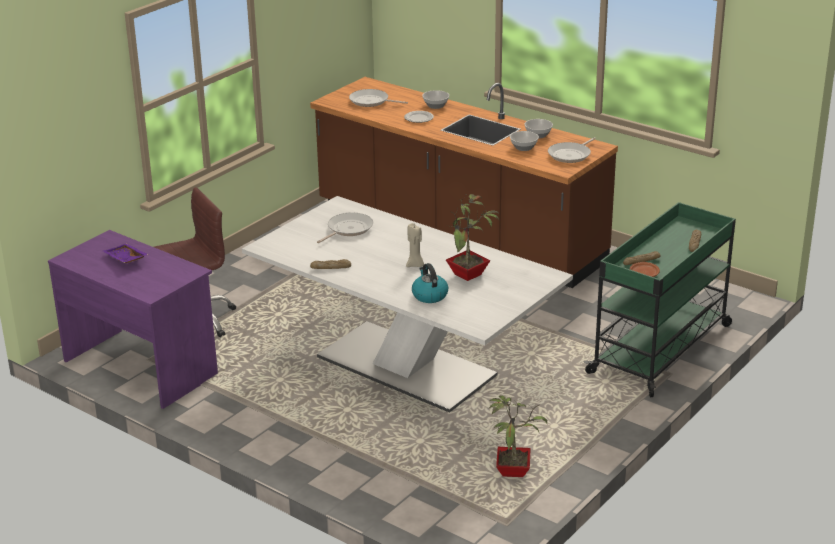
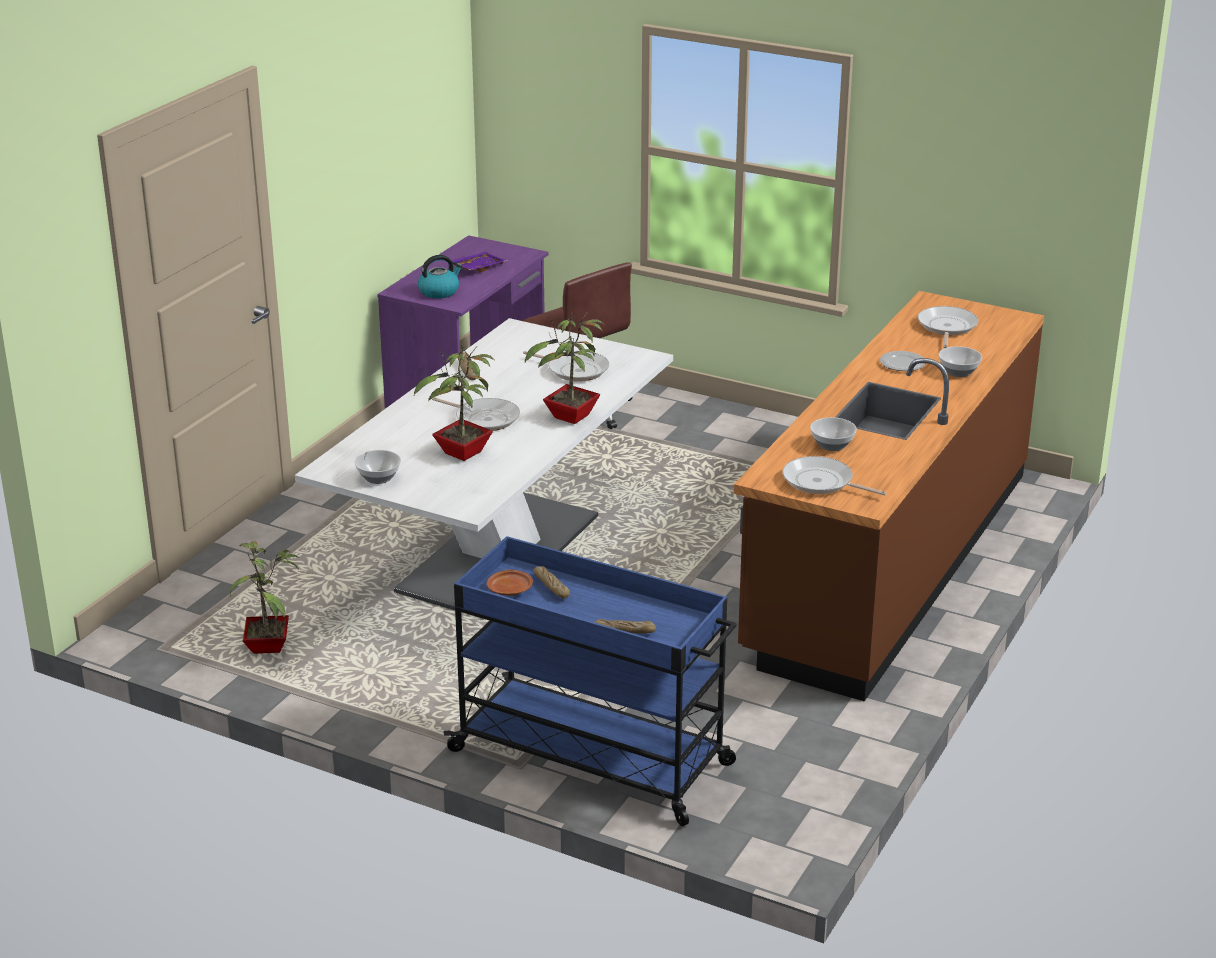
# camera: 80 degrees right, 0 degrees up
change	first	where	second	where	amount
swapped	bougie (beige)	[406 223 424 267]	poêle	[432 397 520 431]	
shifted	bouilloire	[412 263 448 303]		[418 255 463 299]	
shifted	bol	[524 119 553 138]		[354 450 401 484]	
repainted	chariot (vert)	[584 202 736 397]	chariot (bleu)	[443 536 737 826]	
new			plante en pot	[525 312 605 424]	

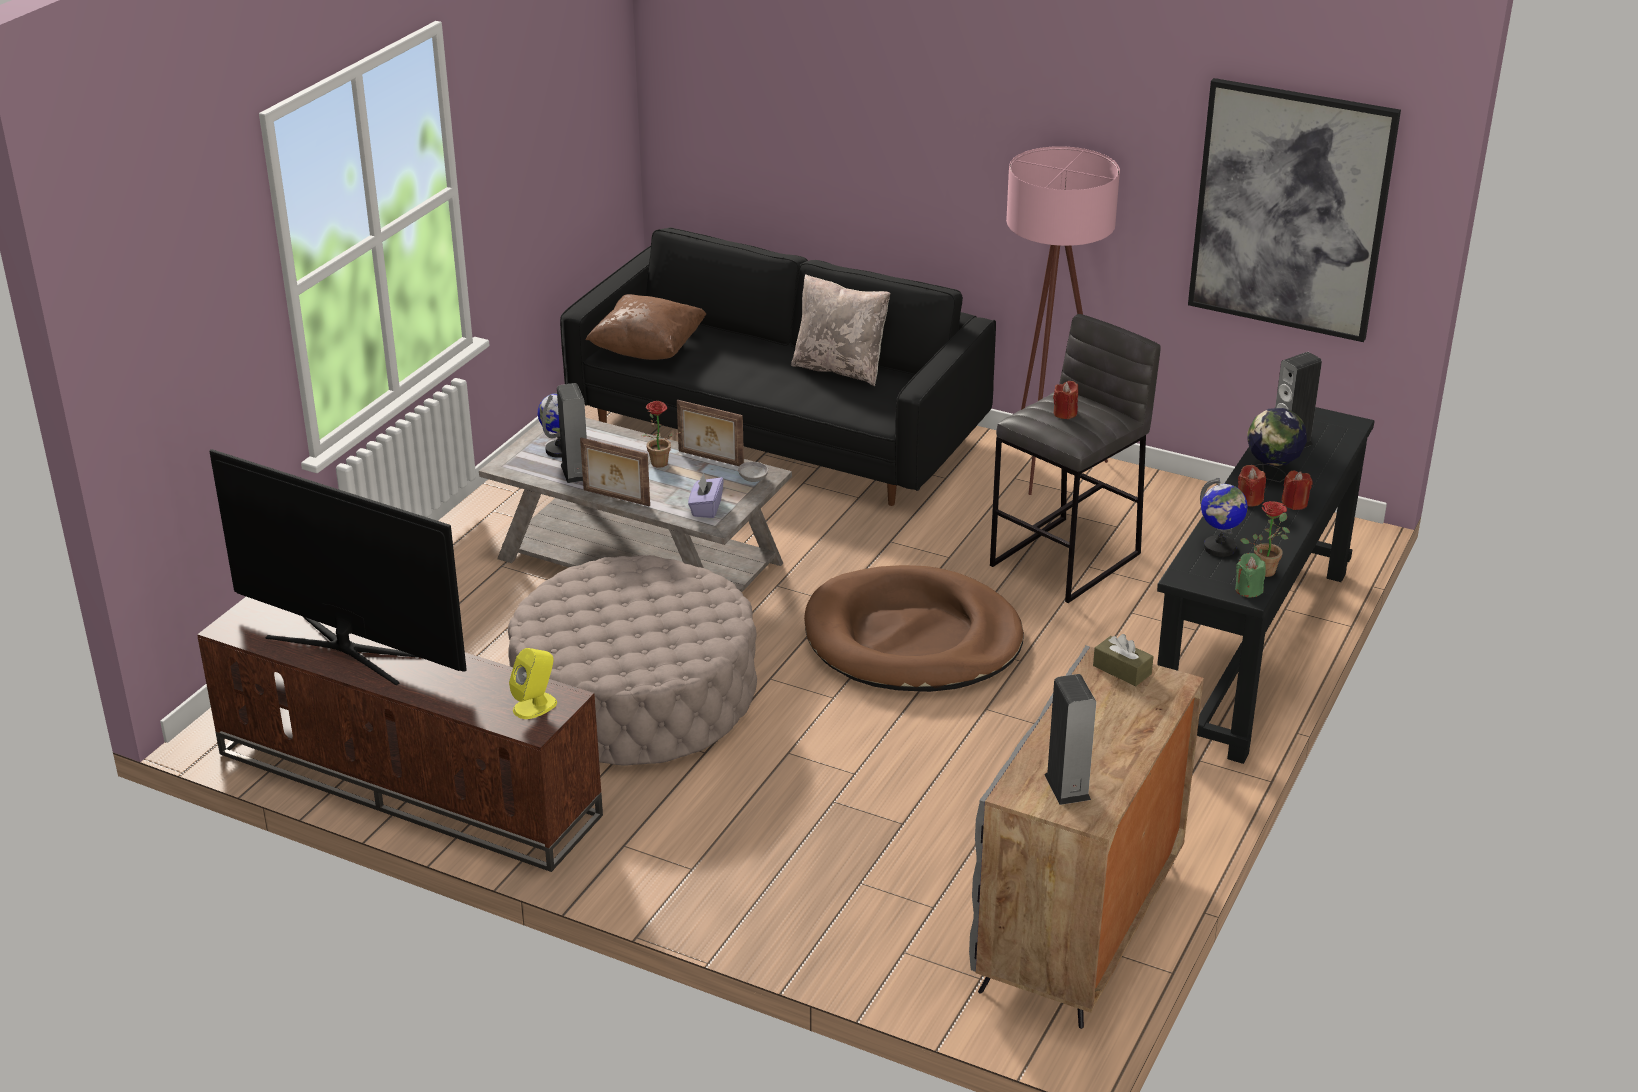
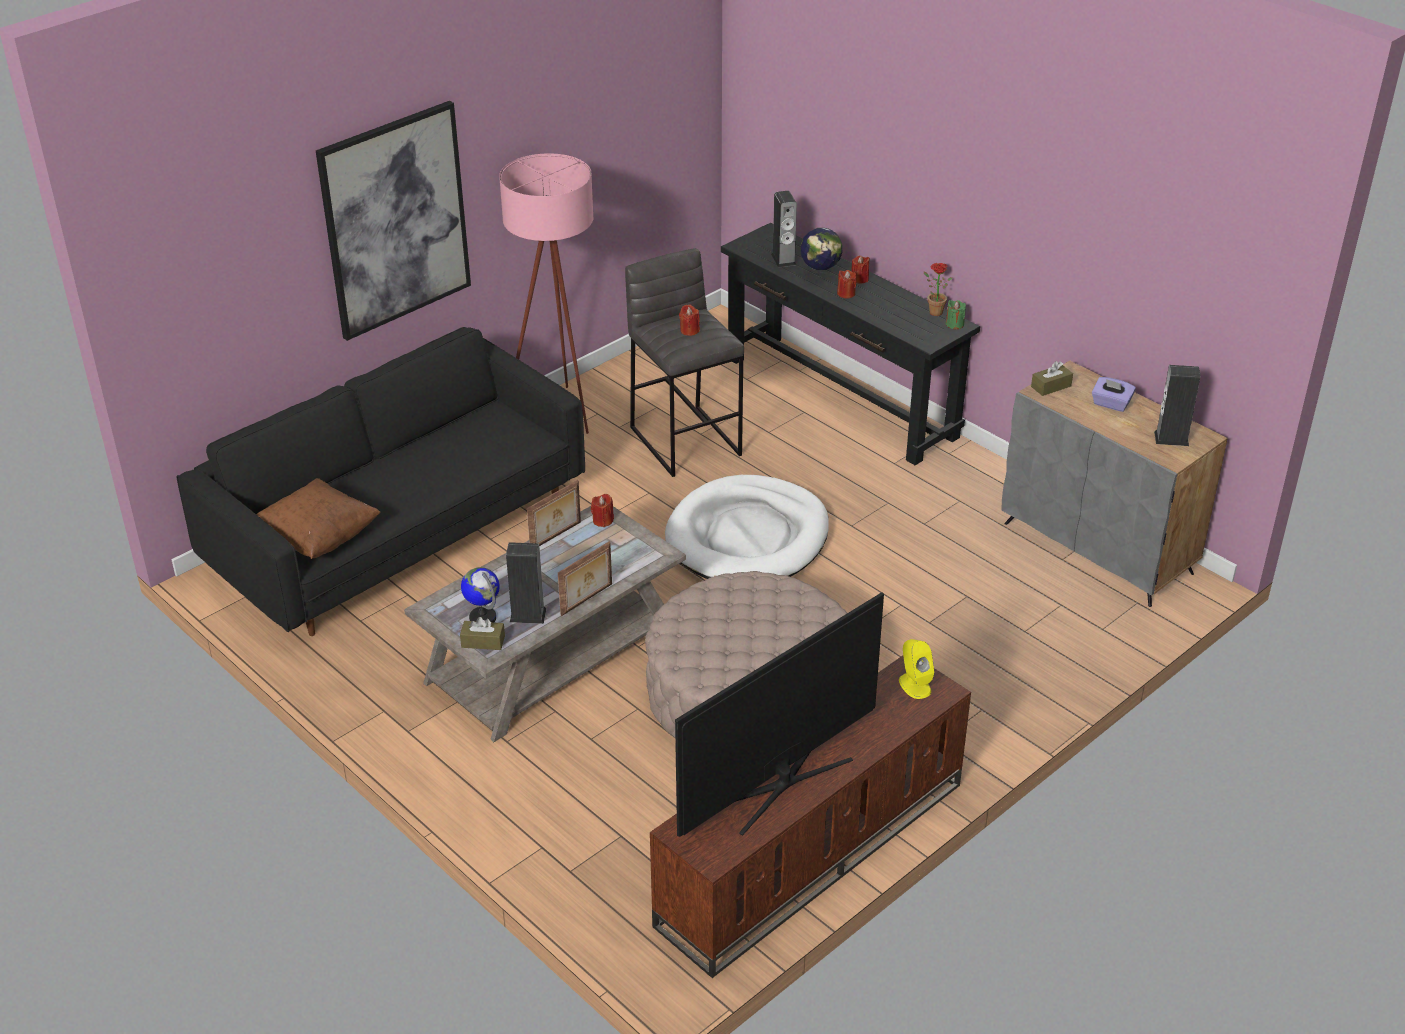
# camera: 70 degrees left, 5 degrees up
change	first	where	second	where	amount
gone	plante en pot	[642 401 684 468]			
shifted	boîte à mouchoirs (violet)	[688 473 724 518]		[1092 377 1136 412]	
swapped	bol (gris)	[738 462 768 482]	bougie (rouge)	[591 494 614 527]	
gone	coussin (beige)	[791 274 890 386]			
repainted	panier pour chien (marron)	[804 565 1024 692]	panier pour chien (blanc)	[665 475 829 579]	
shifted	tableau	[1188 78 1401 342]		[316 101 471 341]	
gone	globe	[1200 478 1248 557]			
new			boîte à mouchoirs (marron)	[460 617 505 650]	

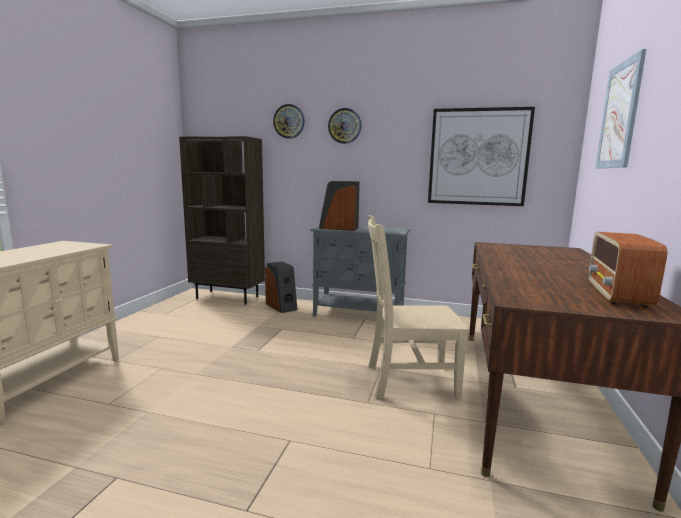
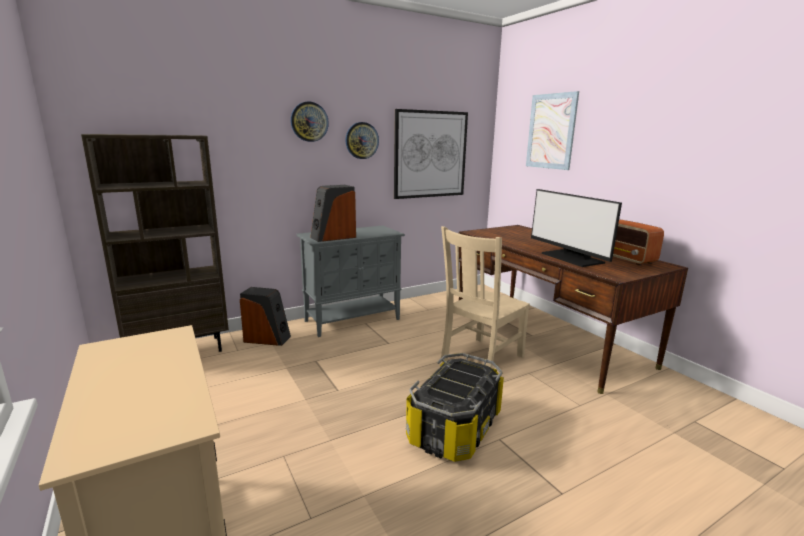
# camera: 45 degrees left, 5 degrees up
change	first	where	second	where	amount
shifted	horloge murale	[273 104 305 139]		[345 122 379 159]	
new			boîte de rangement	[406 353 504 462]	
new			écran d'ordinateur	[531 189 622 267]	

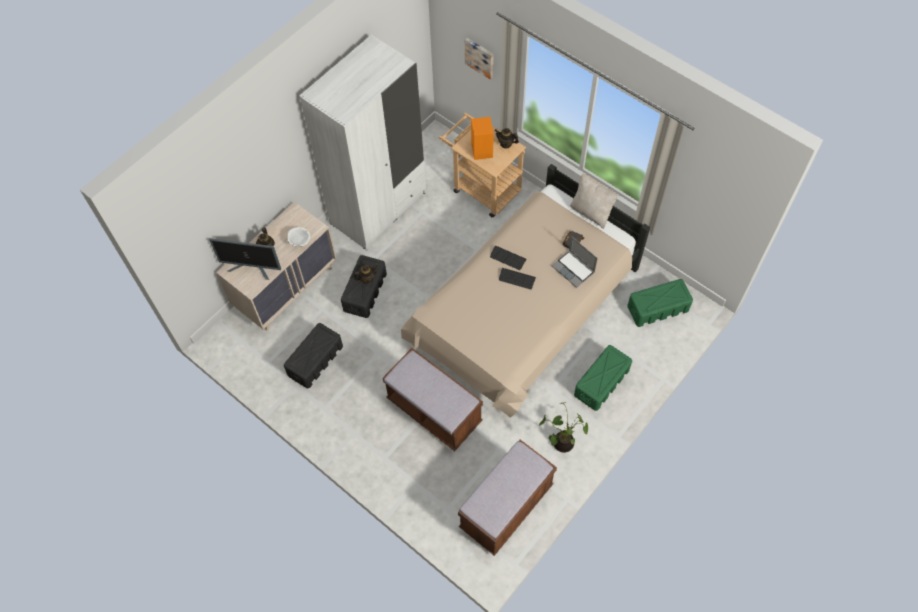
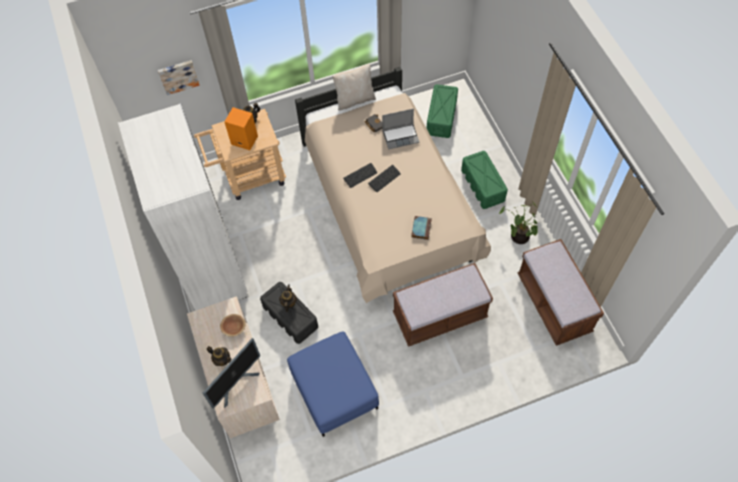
# camera: 60 degrees left, 0 degrees up
change	first	where	second	where	amount
swapped	boîte de rangement (noir)	[284 323 343 388]	pouf (bleu)	[287 331 379 437]	
repainted	bol (blanc)	[286 227 310 247]	bol (marron)	[220 314 246 337]	
new			livre	[411 216 432 240]	

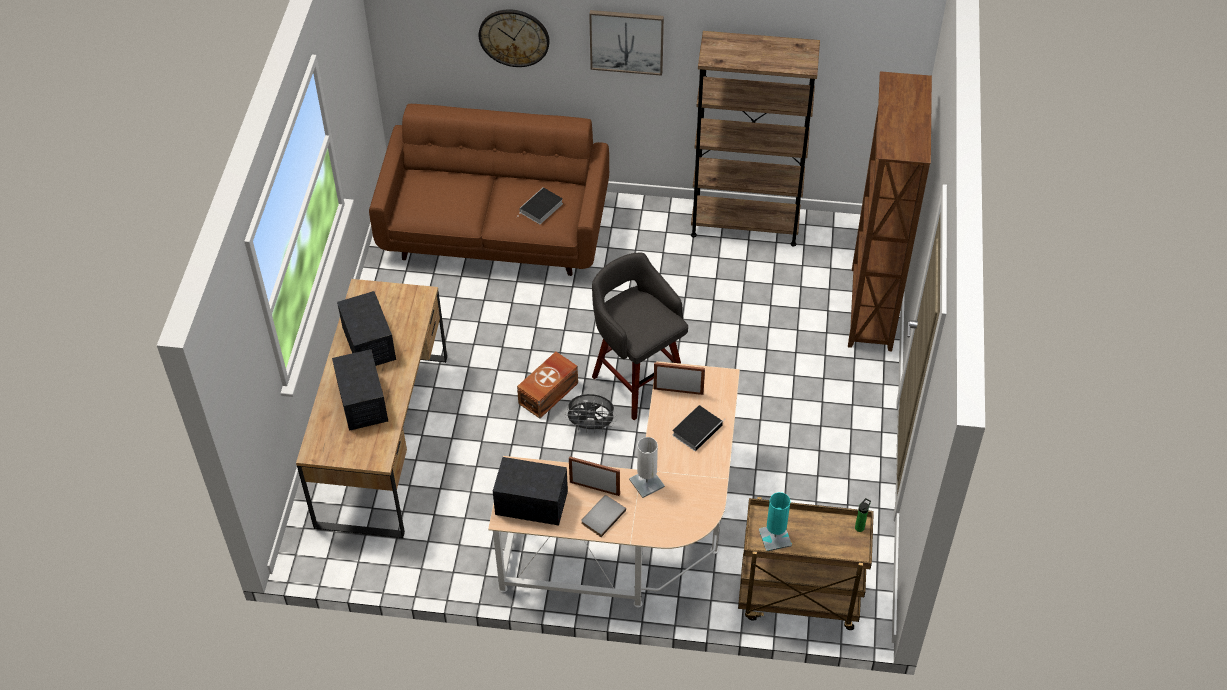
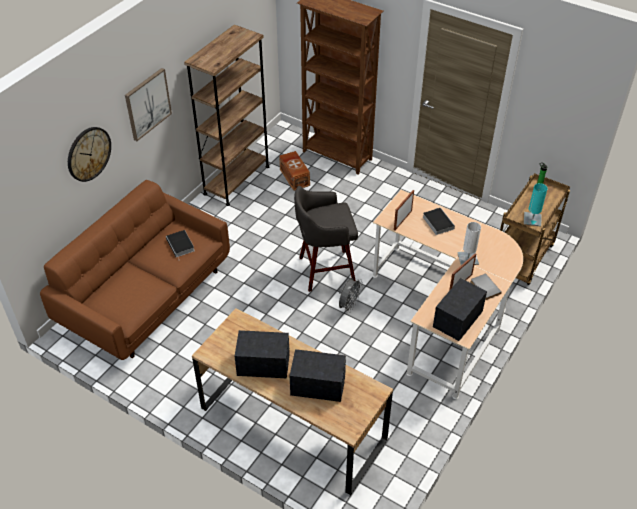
# camera: 65 degrees left, 5 degrees down
change	first	where	second	where	amount
shifted	boîte de rangement (marron)	[517 352 578 419]		[279 151 310 191]	

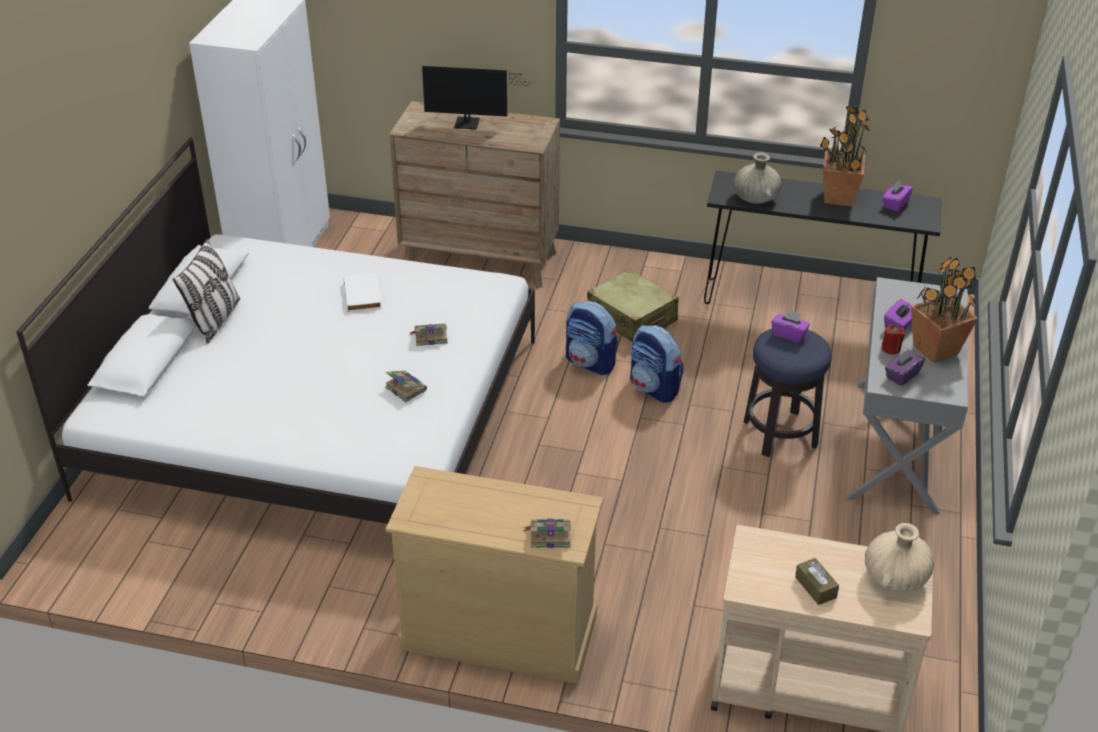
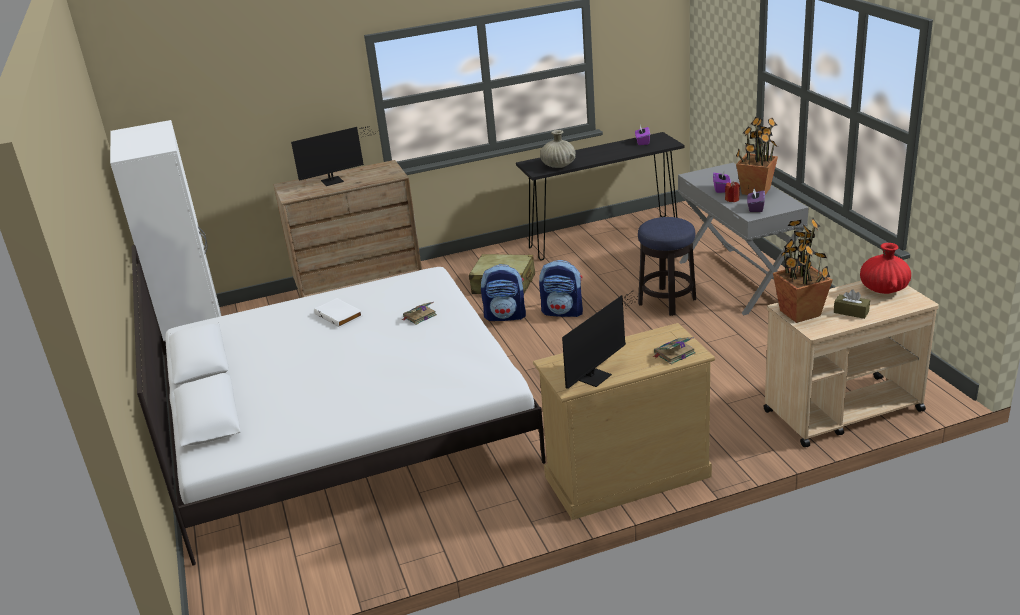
# camera: 30 degrees left, 10 degrees down
change	first	where	second	where	amount
gone	coussin	[173 238 240 344]			
gone	livre	[385 370 427 403]			
gone	boîte à mouchoirs (violet)	[771 310 810 343]			
shifted	plante en pot	[820 106 870 207]		[773 218 833 323]	
repainted	vase (beige)	[865 523 934 592]	vase (rouge)	[860 243 911 294]	
new			écran d'ordinateur	[562 291 637 389]	

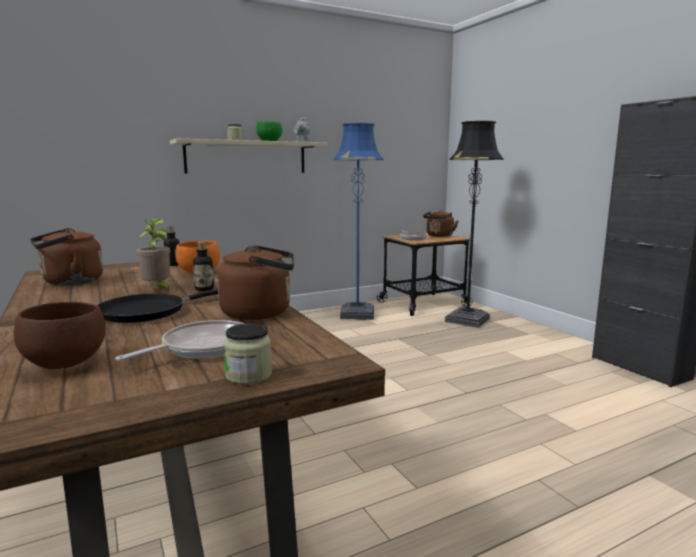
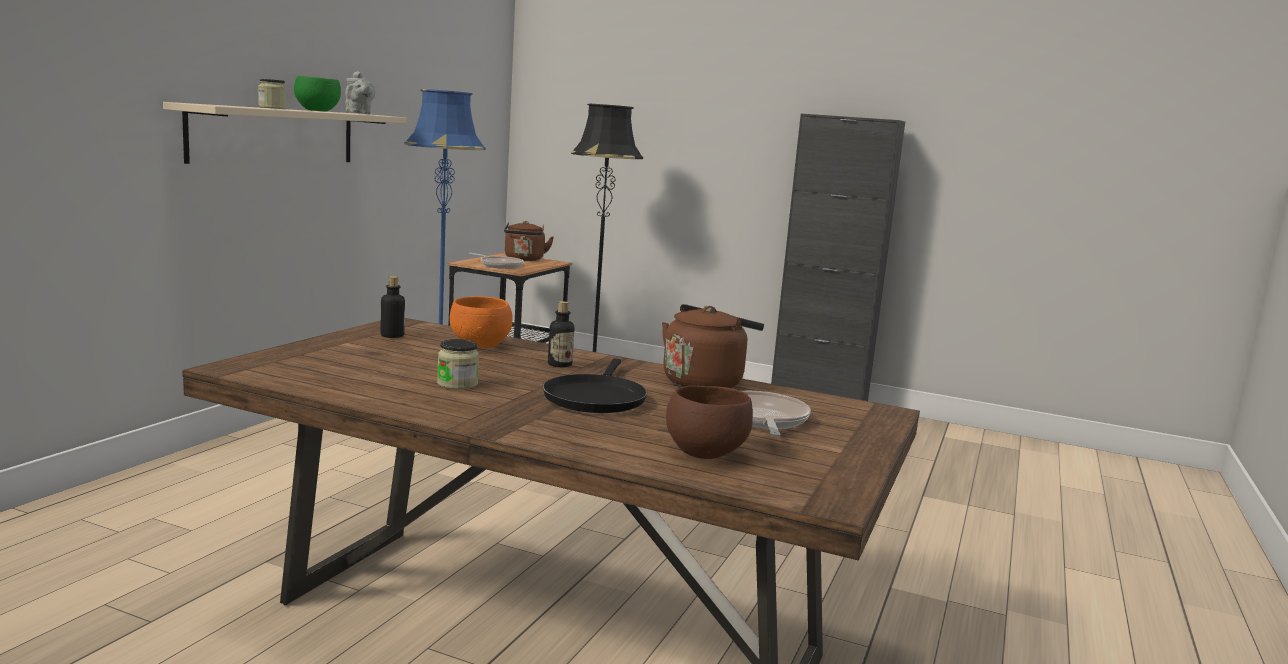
# camera: 40 degrees left, 0 degrees up
change	first	where	second	where	amount
gone	bouilloire (marron)	[30 228 103 285]			
gone	plante en pot	[137 218 170 291]			
shifted	bocal	[224 323 272 384]		[437 339 479 390]	

